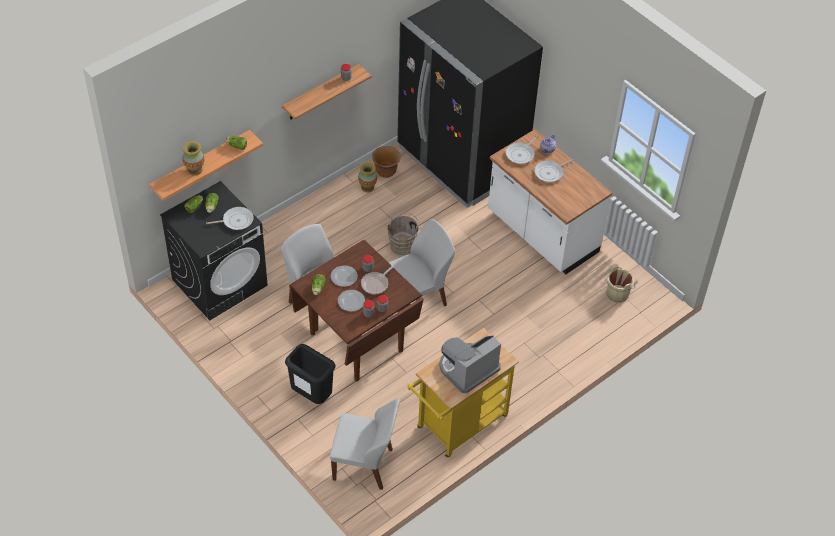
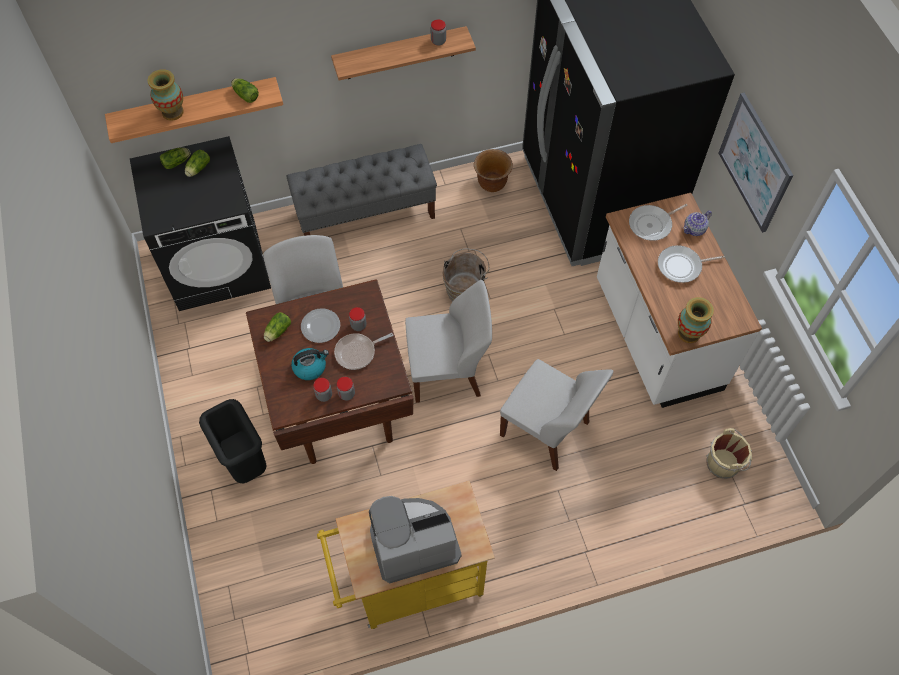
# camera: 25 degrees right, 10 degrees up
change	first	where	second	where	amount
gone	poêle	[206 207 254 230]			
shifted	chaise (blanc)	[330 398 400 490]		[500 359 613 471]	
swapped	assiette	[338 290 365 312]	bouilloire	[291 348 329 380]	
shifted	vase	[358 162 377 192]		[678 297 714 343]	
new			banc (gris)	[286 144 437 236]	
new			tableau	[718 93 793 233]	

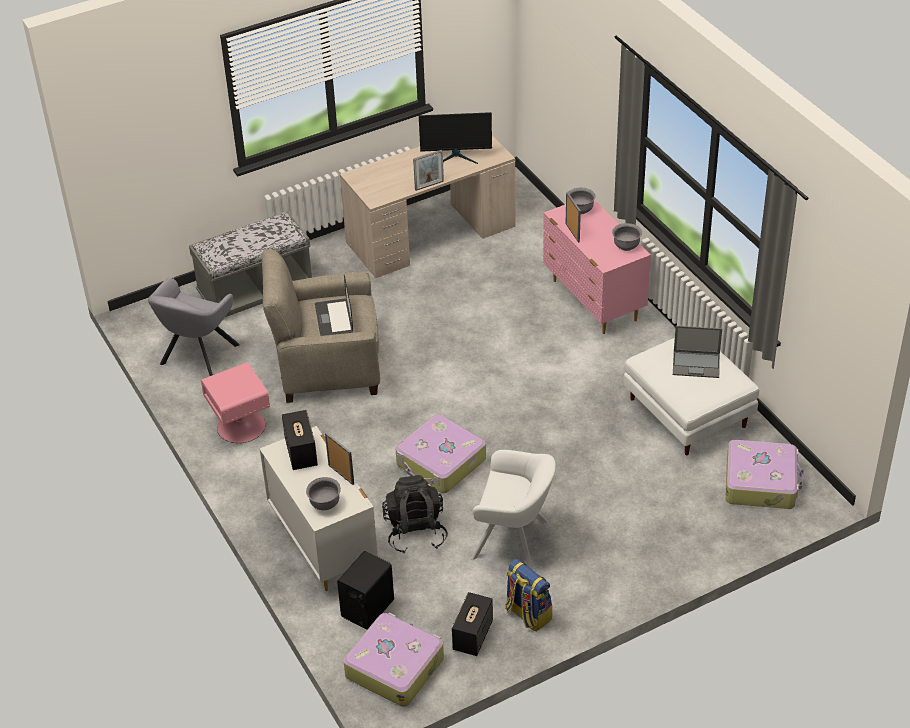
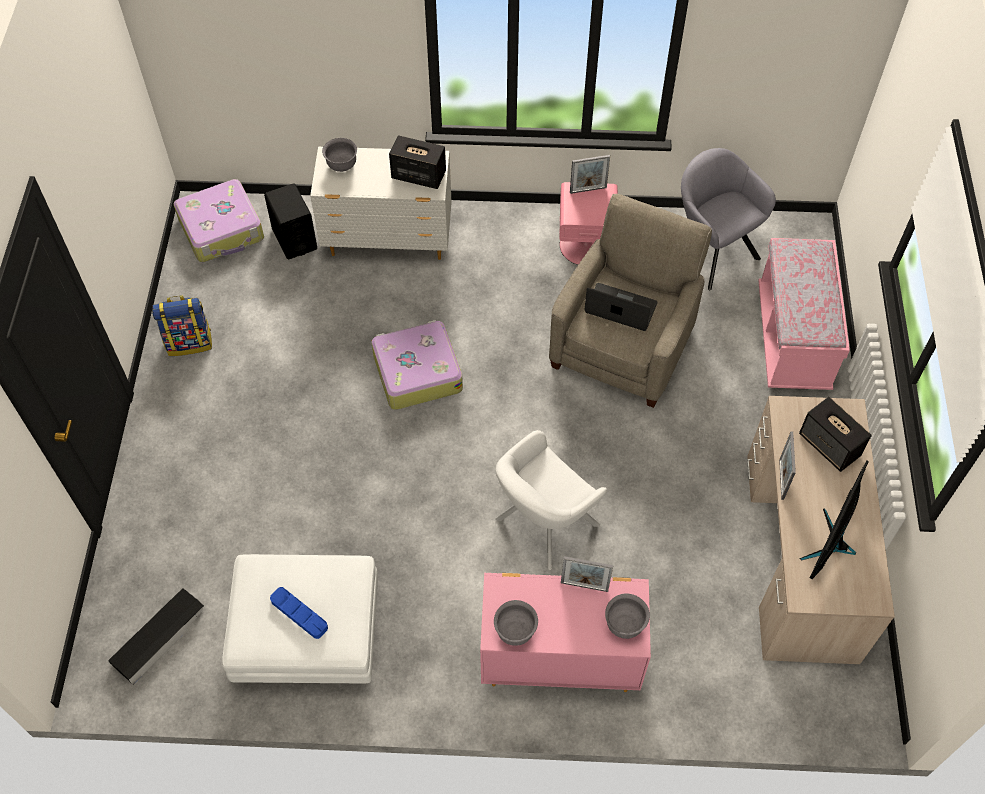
# camera: 120 degrees right, 15 degrees up
change	first	where	second	where	amount
repainted	banc (gris)	[189 211 312 317]	banc (rose)	[758 238 850 390]	
shifted	cadre photo	[325 432 354 485]		[570 155 610 194]	
gone	sac à dos (noir)	[382 475 448 554]			
shifted	enceinte	[452 592 493 656]		[799 397 872 472]	
shifted	fauteuil (blanc)	[471 450 556 570]		[495 430 607 570]	
swapped	ordinateur portable	[673 326 722 378]	plateau (bleu)	[270 587 328 639]	
swapped	valise	[725 440 804 509]	boîte de rangement (noir)	[108 588 204 685]	

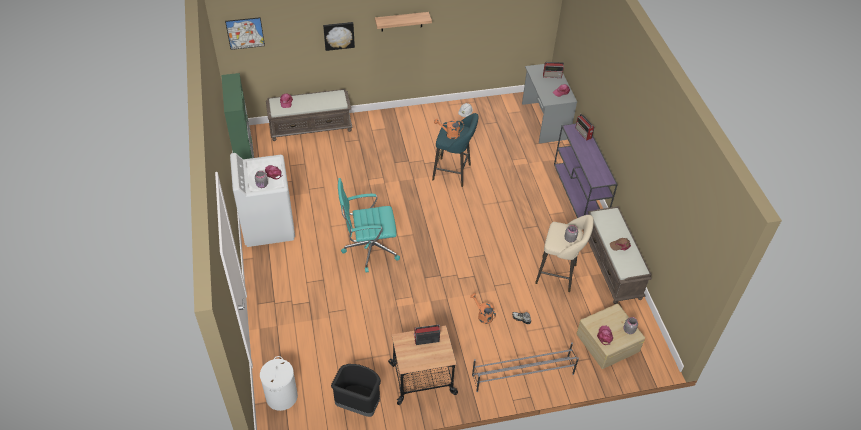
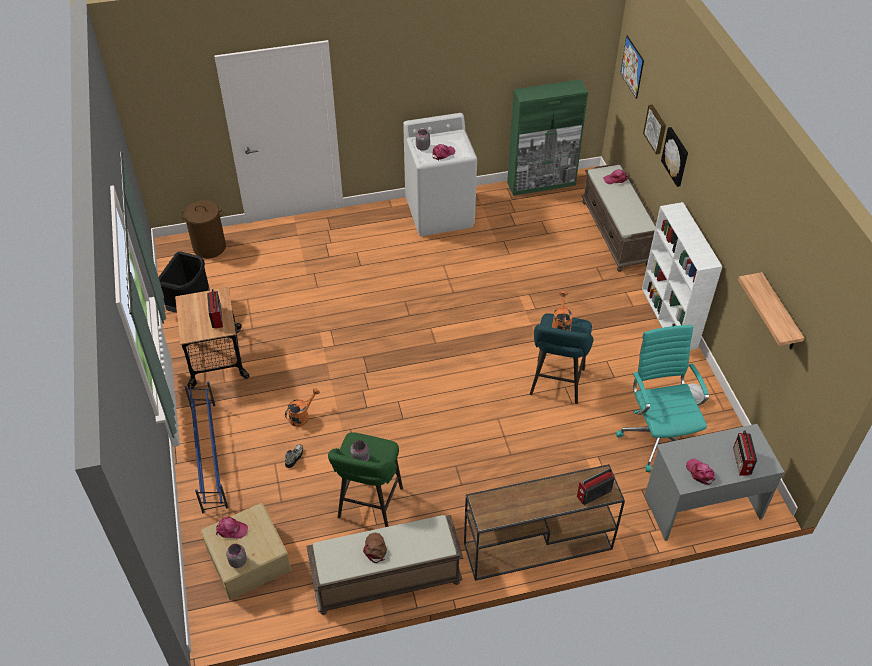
# camera: 90 degrees right, 0 degrees up
change	first	where	second	where	amount
repainted	panier à linge (blanc)	[260 356 298 411]	panier à linge (marron)	[181 200 226 258]	
shifted	chaise de bureau (turquoise)	[338 178 400 273]		[616 325 709 472]	
shifted	étagère	[375 12 432 32]		[738 272 804 349]	
repainted	étagère à chaussures (gris)	[472 342 579 392]	étagère à chaussures (bleu)	[184 382 228 513]	
repainted	tabouret (beige)	[535 215 594 292]	tabouret (vert)	[328 432 403 527]	
repainted	table console (violet)	[554 123 618 218]	table console (marron)	[464 464 625 581]	
new			bibliothèque (blanc)	[642 202 723 350]	
new			tableau	[643 105 666 155]	

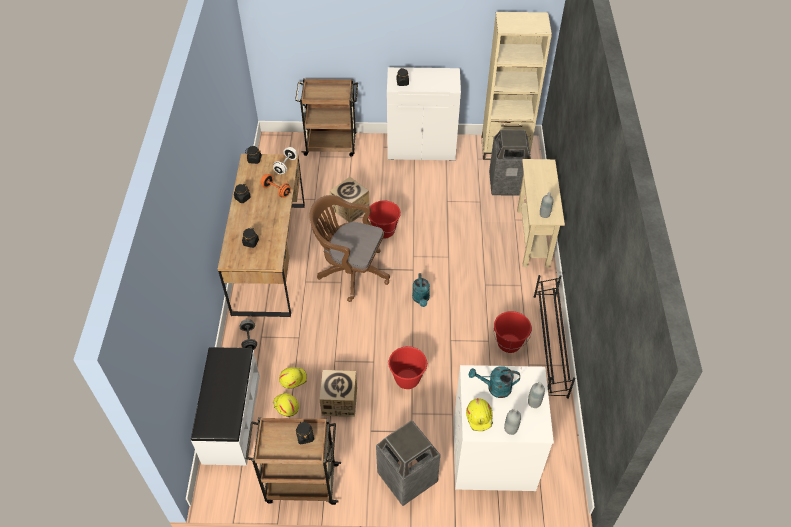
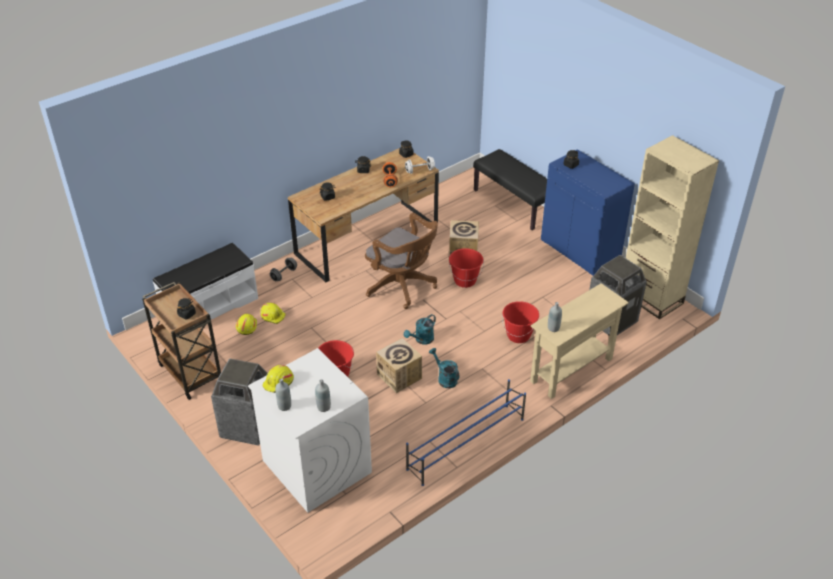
# camera: 50 degrees right, 10 degrees down
change	first	where	second	where	amount
swapped	chariot (marron)	[295 78 358 157]	banc (noir)	[473 149 547 230]	
rotated	chaise de bureau (marron)	[309 195 390 302]		[365 213 438 309]	150 degrees clockwise
shifted	carton	[319 370 357 417]		[376 338 422 393]	
repainted	meuble de rangement (blanc)	[387 67 461 161]	meuble de rangement (bleu)	[541 149 635 276]	
shifted	arrosoir (turquoise)	[469 366 520 398]		[429 348 459 388]	
shifted	seau (rouge)	[493 311 532 353]		[502 301 539 343]	
repainted	étagère à chaussures (noir)	[534 275 575 399]	étagère à chaussures (bleu)	[406 379 526 486]	

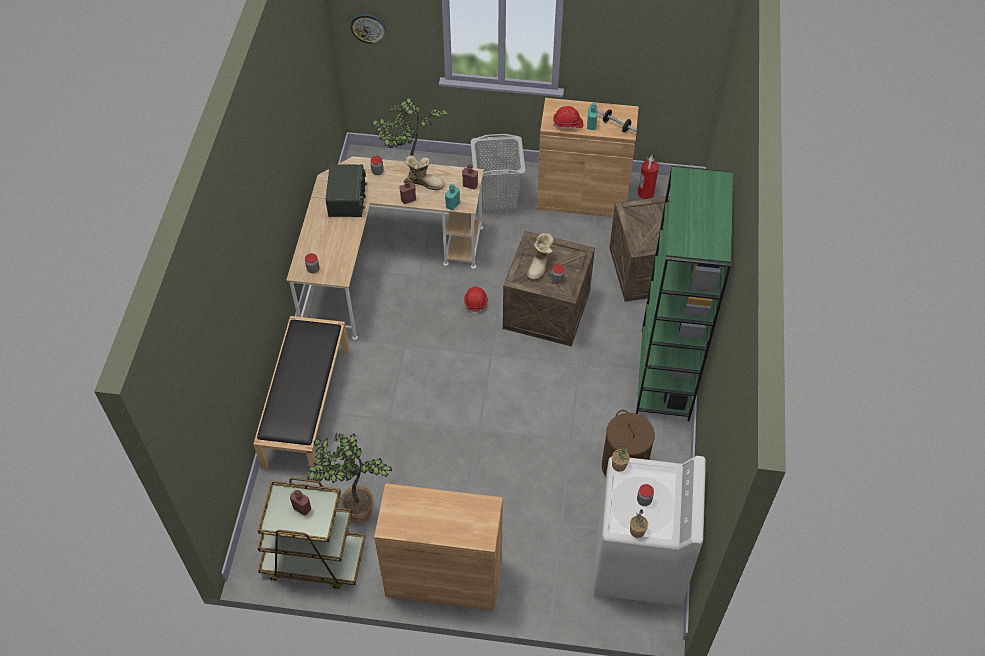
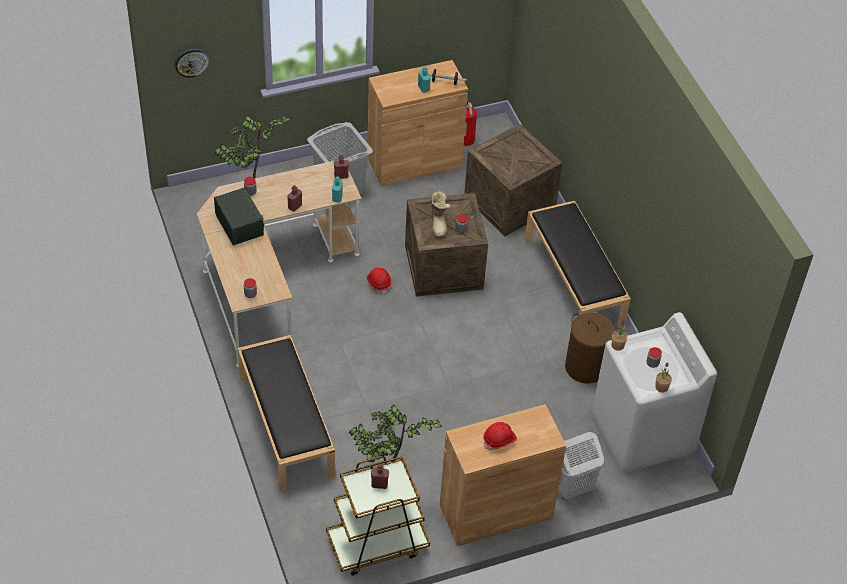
# camera: 30 degrees left, 5 degrees down
change	first	where	second	where	amount
gone	botte	[405 155 445 190]			
shifted	casque de chantier (rouge)	[553 106 583 129]		[483 422 517 450]	
swapped	bibliothèque (vert)	[636 166 733 422]	banc (noir)	[524 201 631 328]	
new			panier à linge (blanc)	[558 432 604 500]	

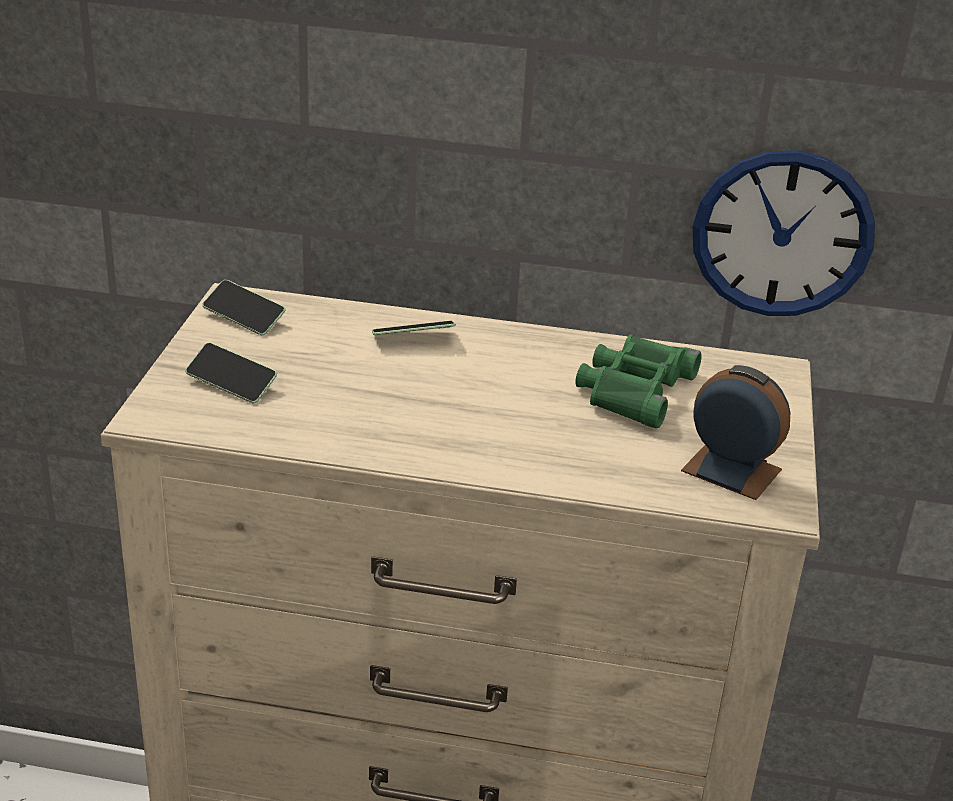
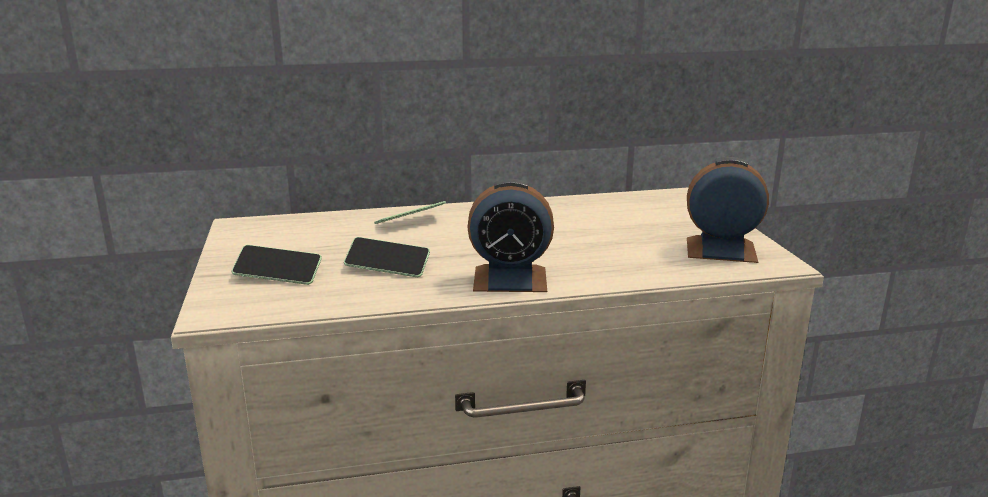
# camera: 20 degrees left, 10 degrees down
change	first	where	second	where	amount
shifted	téléphone	[202 280 286 335]		[344 237 430 277]	
gone	jumelles (vert)	[575 334 702 429]			
gone	horloge murale	[693 150 875 316]			
new			réveil	[467 179 554 292]	

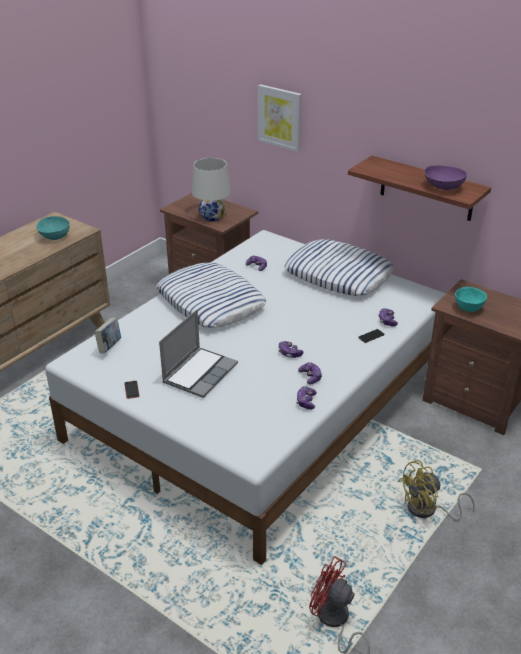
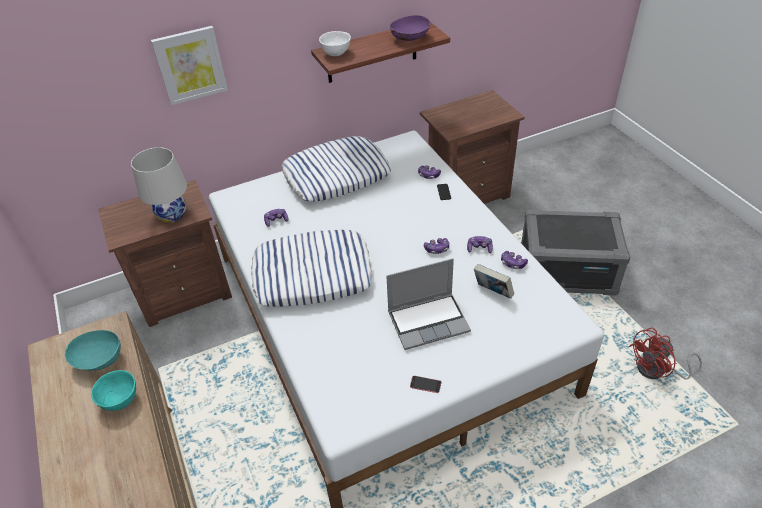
# camera: 60 degrees left, 10 degrees up
change	first	where	second	where	amount
shifted	livre	[94 317 121 354]		[474 264 514 299]	
rotated	ordinateur portable	[159 309 238 398]		[386 258 471 350]	105 degrees clockwise
swapped	ventilateur (jaune)	[398 460 475 521]	boîte de rangement (gris)	[521 209 630 296]	
shifted	bol (turquoise)	[455 287 487 312]		[91 370 136 411]	
new			bol (blanc)	[319 31 351 56]	

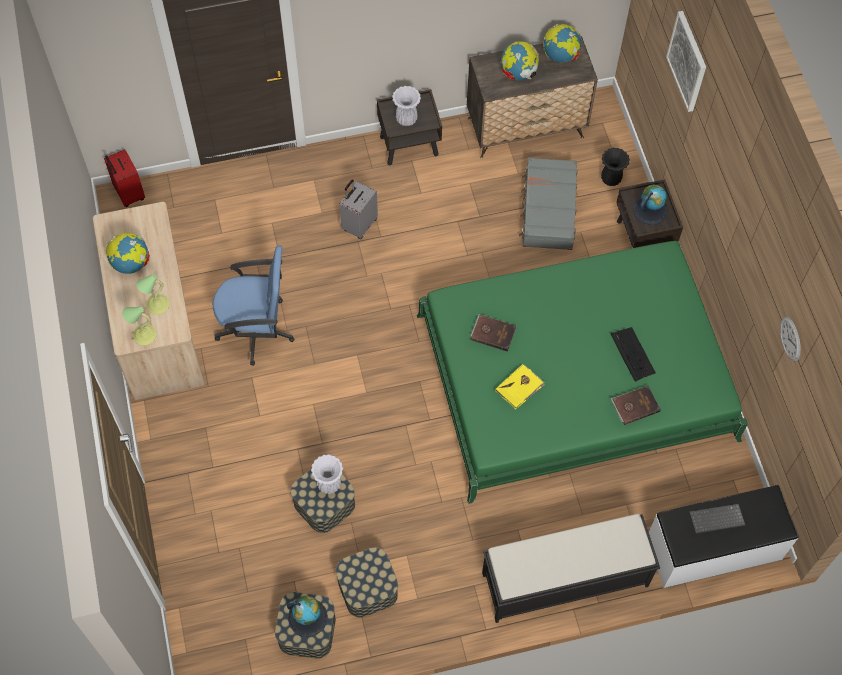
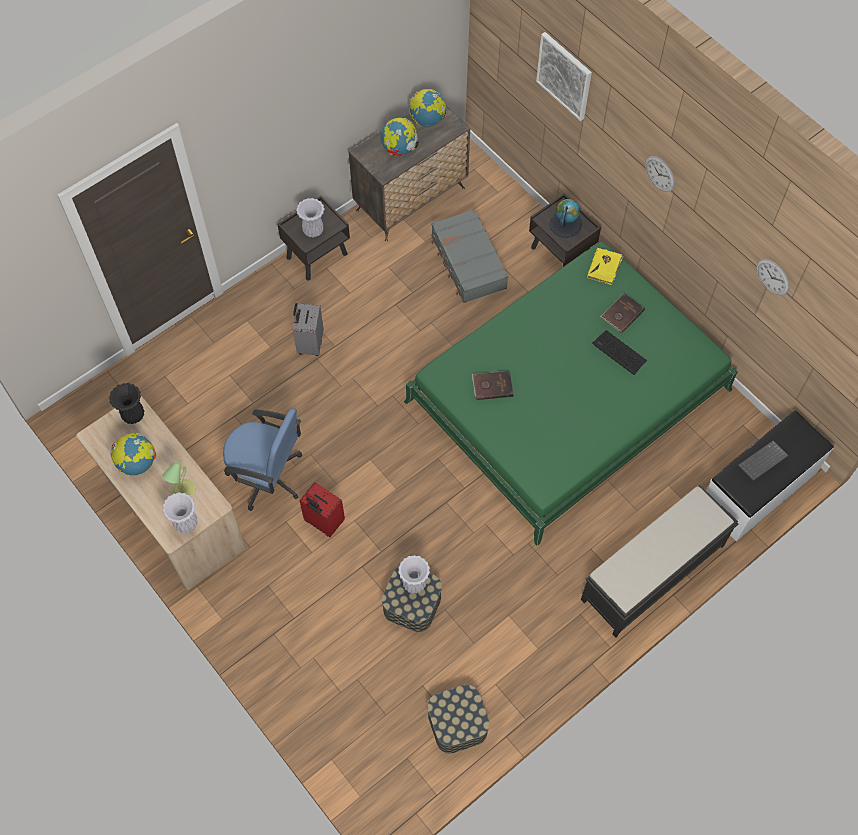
# camera: 25 degrees left, 0 degrees up
change	first	where	second	where	amount
shifted	valise (rouge)	[104 149 145 207]		[300 482 345 537]	
swapped	lampe de table	[122 307 157 345]	vase (blanc)	[162 492 198 534]	
rotated	chaise de bureau (bleu)	[213 245 295 366]		[223 408 302 511]	45 degrees clockwise
gone	globe	[287 595 328 637]			
gone	boîte de rangement	[336 547 398 618]			
shifted	livre (jaune)	[495 364 545 409]		[587 248 623 285]	
shifted	vase (noir)	[601 147 630 186]		[109 383 144 424]	
shifted	livre (marron)	[611 386 661 425]		[600 293 645 333]	
new			horloge murale	[645 156 675 192]	

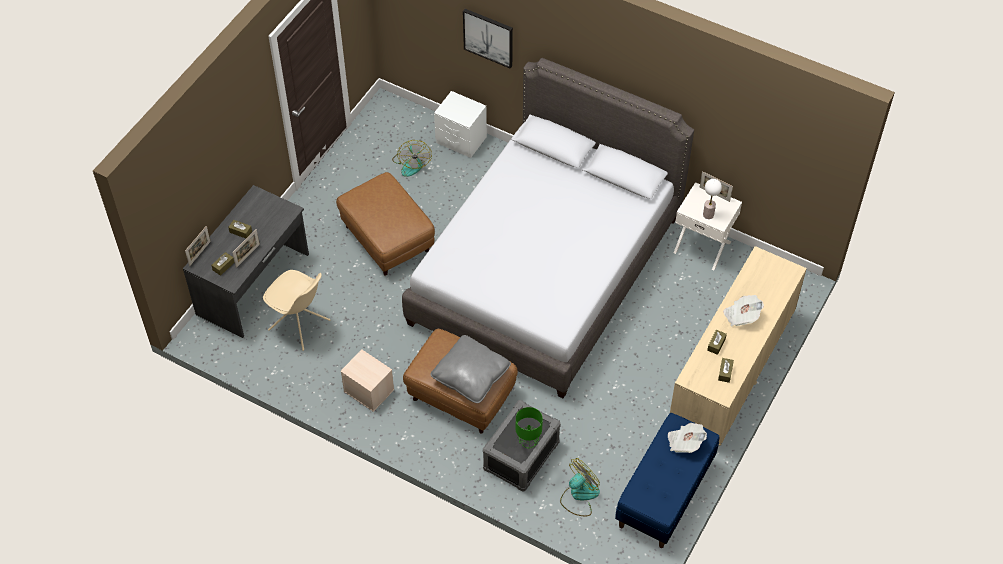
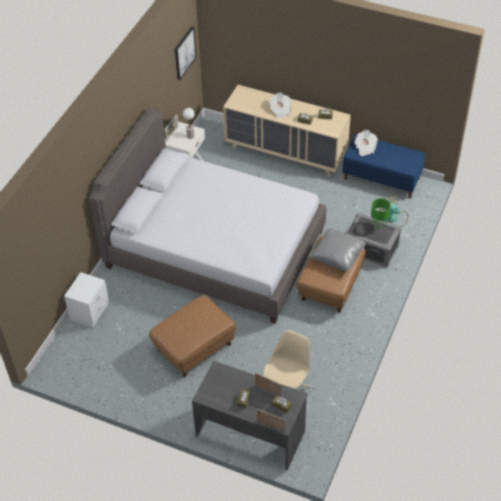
# camera: 95 degrees left, 5 degrees down
change	first	where	second	where	amount
gone	boîte de rangement (beige)	[340 349 394 412]			
gone	ventilateur	[392 140 432 177]			
shifted	tableau	[463 9 513 69]		[175 26 196 80]	

